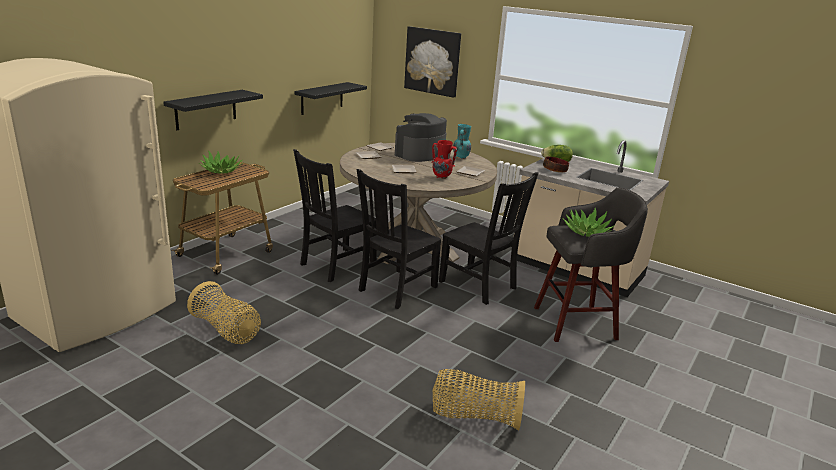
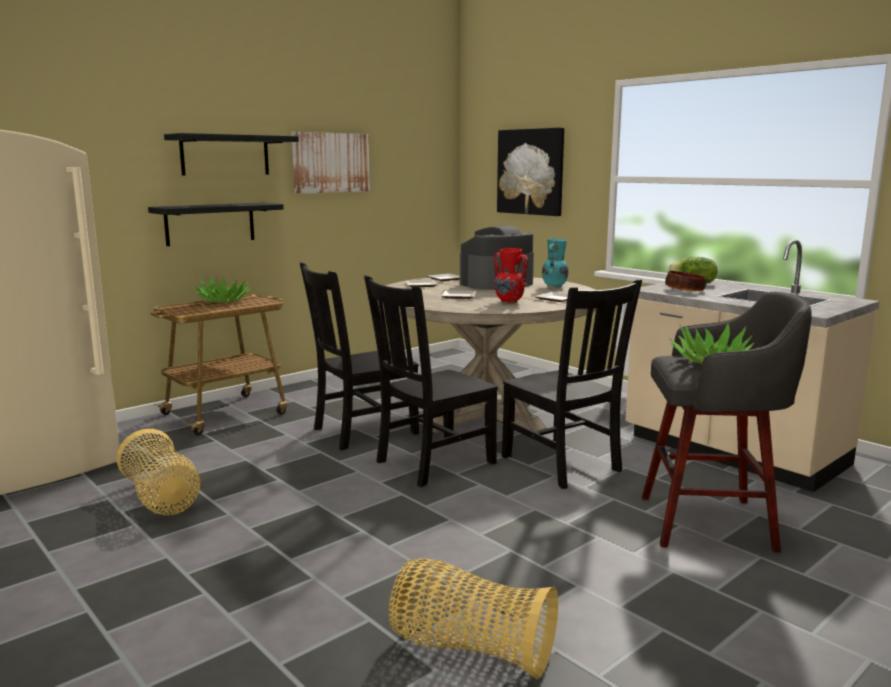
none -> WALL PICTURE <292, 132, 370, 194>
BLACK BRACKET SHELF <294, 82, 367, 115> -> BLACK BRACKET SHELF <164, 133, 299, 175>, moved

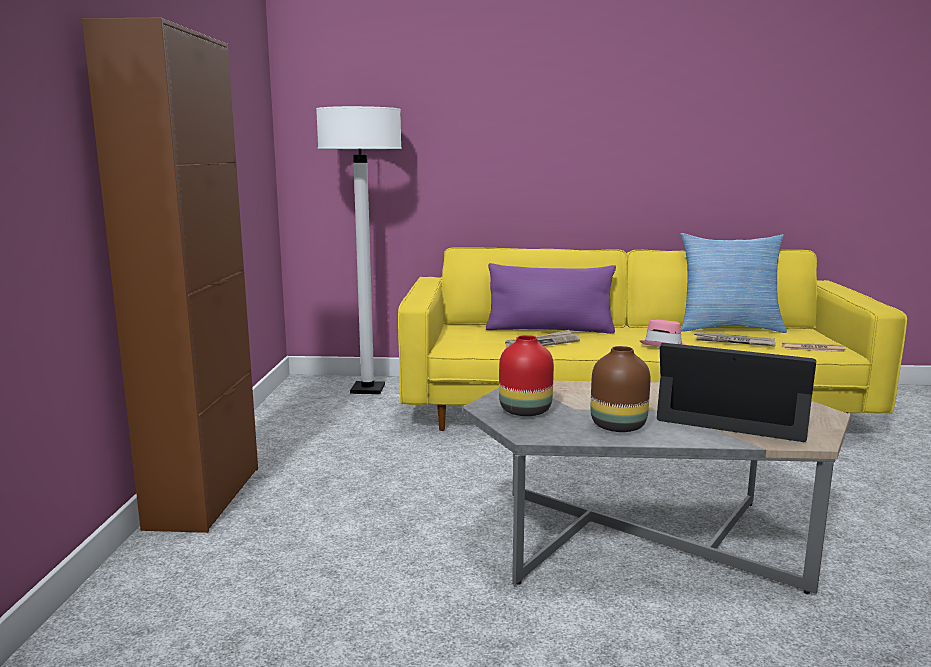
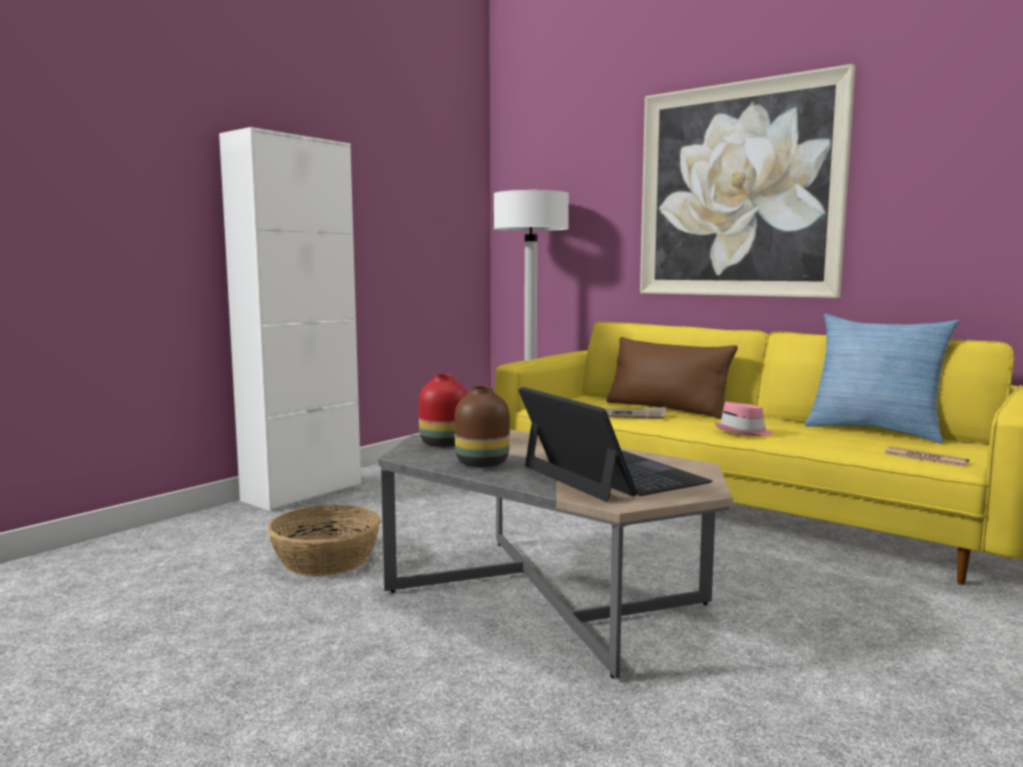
PRINTED PAPER <694, 332, 776, 346> -> none
none -> STORAGE BASKET <267, 505, 381, 576>
none -> WALL PICTURE <640, 64, 856, 298>
BROWNISH CABINET <82, 18, 258, 533> -> WHITE CABINET <219, 127, 361, 511>
PURPLE-COLOURED CUSHION <486, 263, 616, 334> -> BROWNISH CUSHION <606, 337, 738, 418>

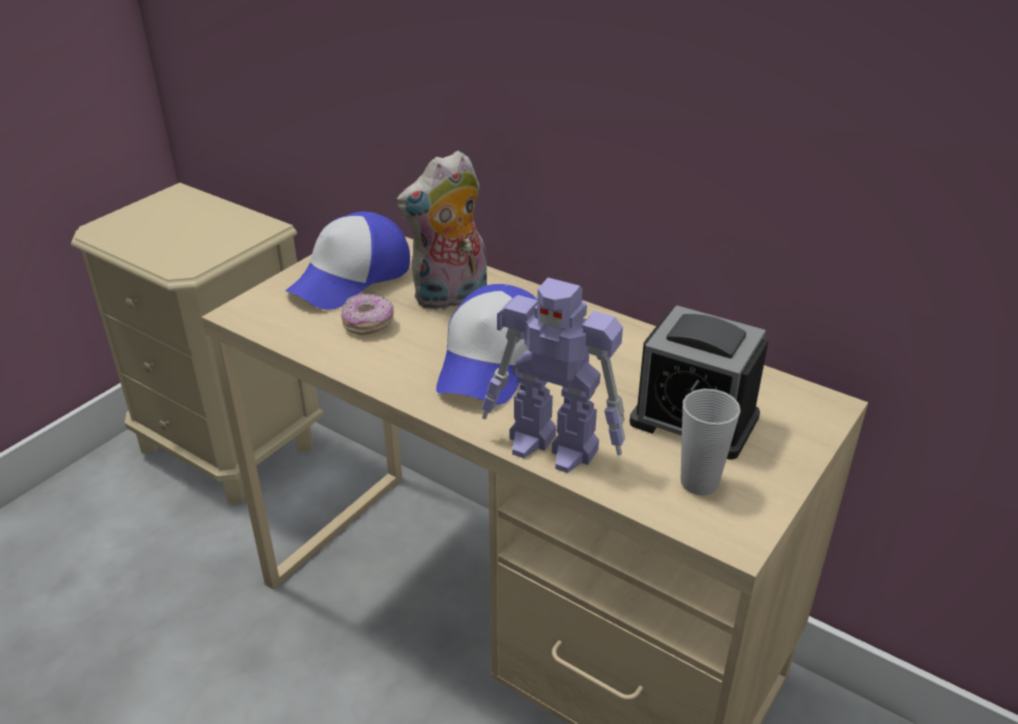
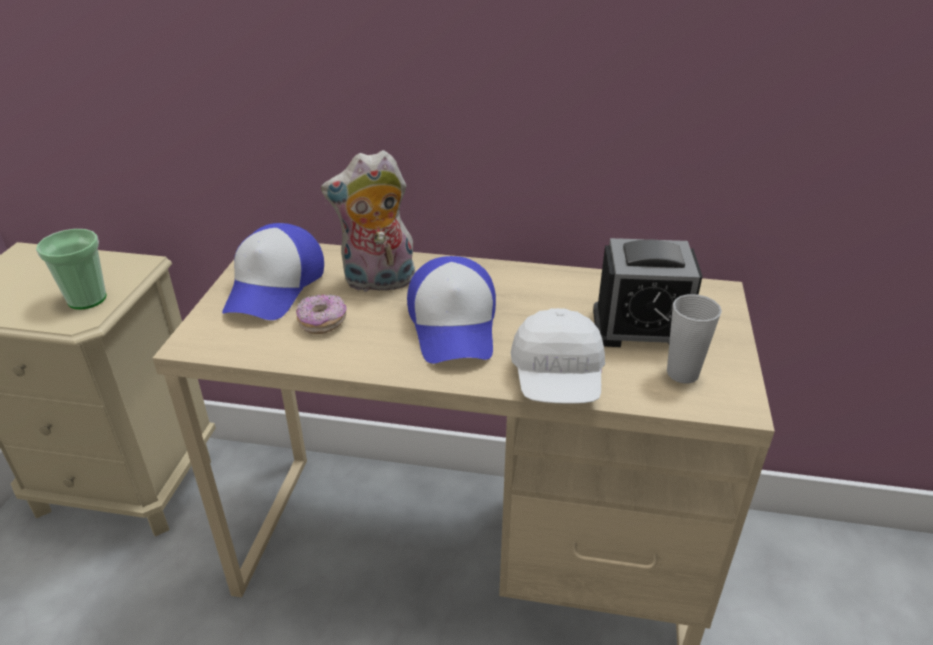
none -> CUP <36, 229, 106, 309>
ROBOT FIGURE <482, 278, 625, 473> -> WHITE PEAKED CAP <510, 308, 605, 404>
CUDDLY TOY <396, 151, 487, 310> -> CUDDLY TOY <321, 150, 416, 292>, 45 degrees clockwise

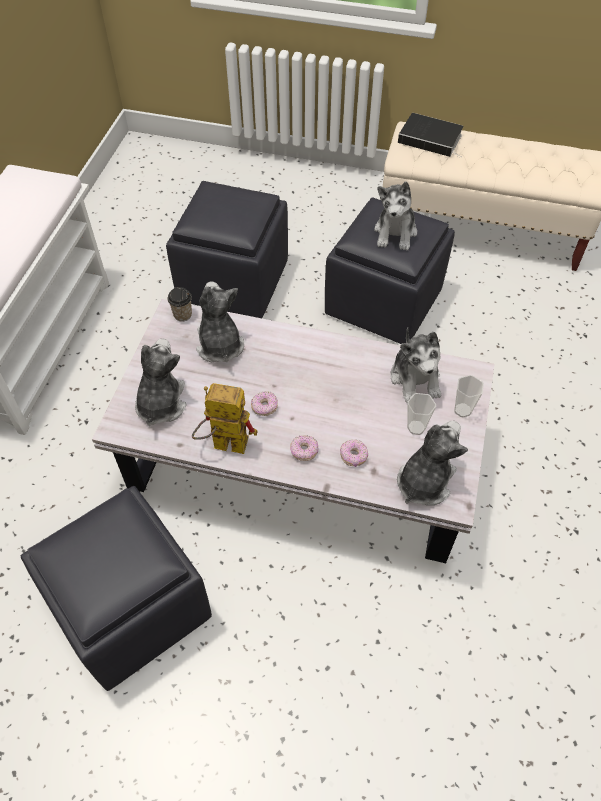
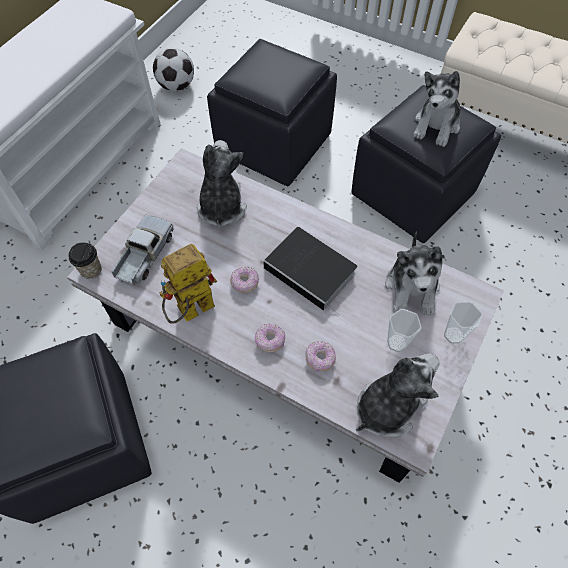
none -> FOOTBALL BALL <153, 48, 194, 91>
CUP <168, 287, 192, 322> -> CUP <69, 242, 102, 279>, moved
VOLUME <398, 113, 464, 158> -> VOLUME <263, 227, 357, 316>, moved
CUDDLY TOY <135, 338, 187, 426> -> MODEL TRUCK <111, 215, 173, 285>
ROBOT FIGURE <192, 383, 258, 454> -> ROBOT FIGURE <159, 244, 217, 324>, 60 degrees counterclockwise

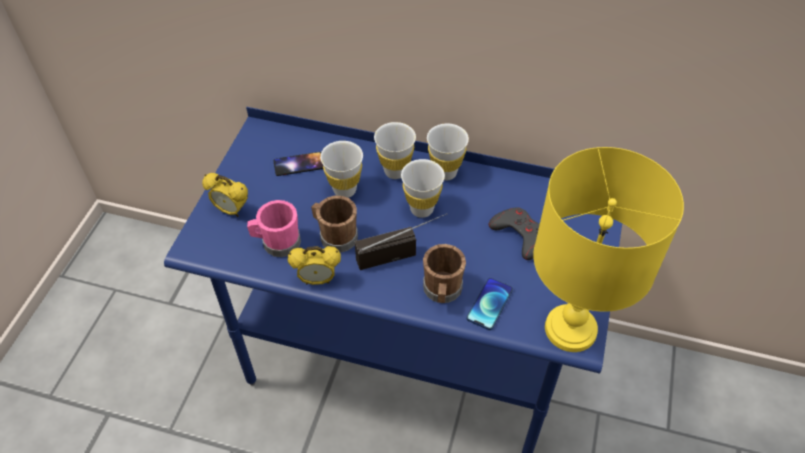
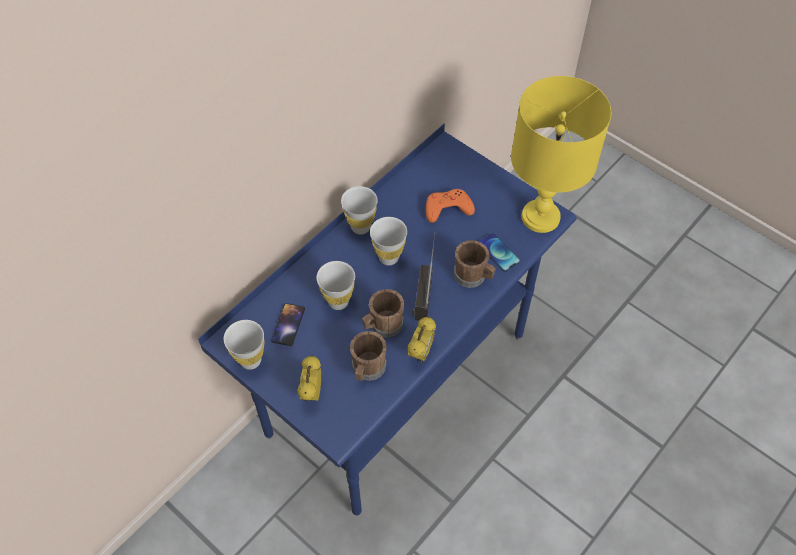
WHITE CUP <374, 122, 416, 179> -> WHITE CUP <224, 320, 264, 370>, moved
PINKISH COFFEE MUG <247, 200, 301, 257> -> BROWNISH COFFEE MUG <350, 331, 387, 382>
GRAY GAME CONTROLLER <488, 207, 540, 260> -> ORANGEY GAME CONTROLLER <426, 189, 475, 223>
ALARM CLOCK <202, 173, 248, 217> -> ALARM CLOCK <297, 355, 321, 402>, 135 degrees clockwise

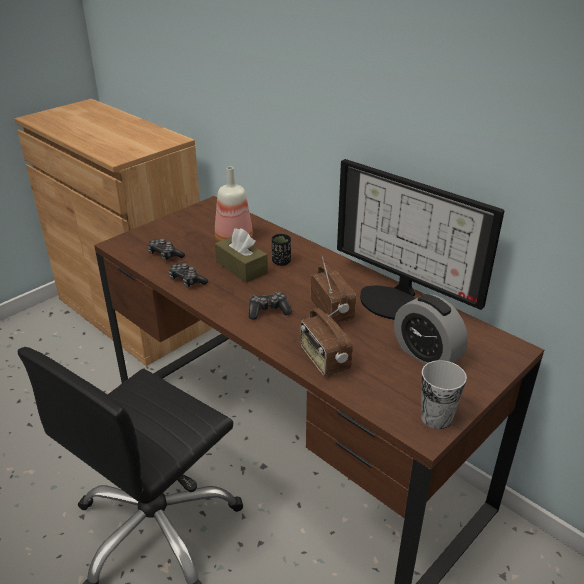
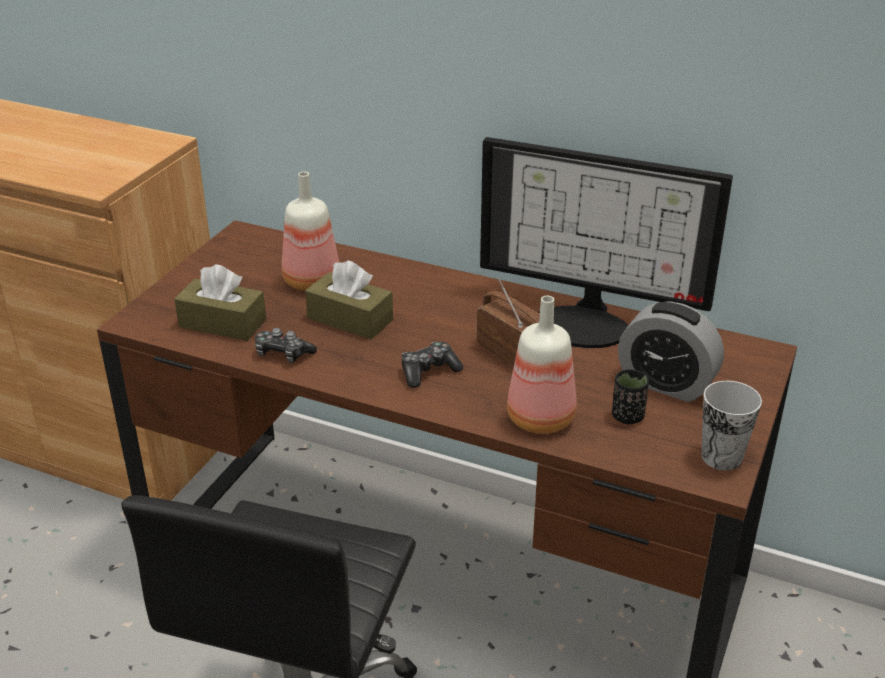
BLACK CUP <272, 234, 291, 266> -> BLACK CUP <612, 369, 649, 424>, moved
GAME CONTROLLER <147, 238, 185, 261> -> BROWNISH TISSUE HOLDER <174, 264, 266, 341>
RADIO SET <300, 307, 353, 376> -> BEVERAGE BOTTLE <507, 296, 577, 434>

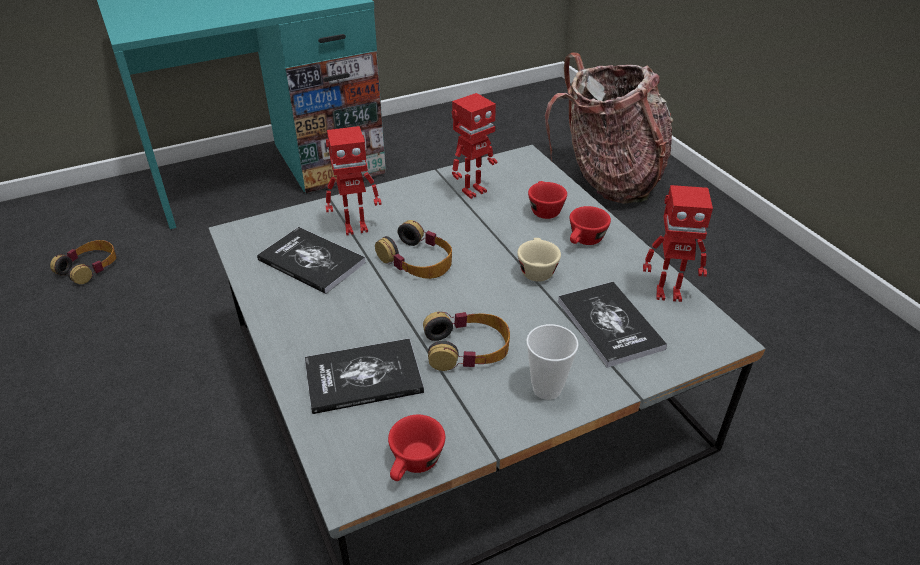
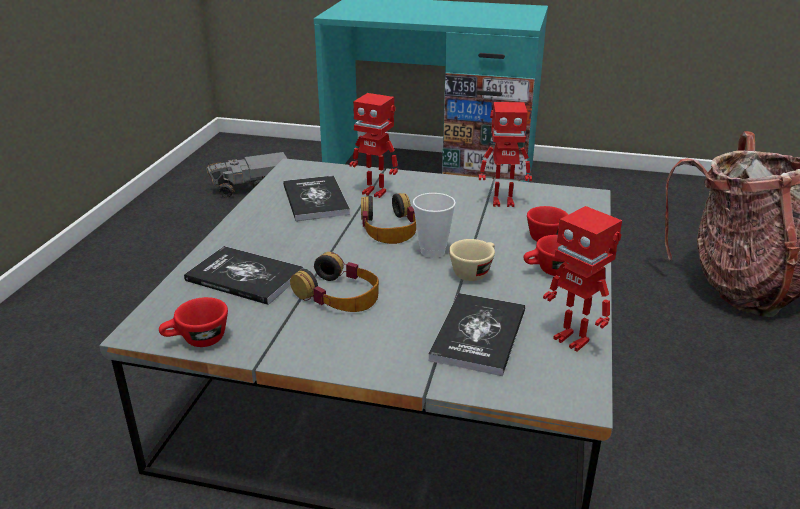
CUP <526, 324, 578, 400> -> CUP <413, 193, 456, 258>, moved
HEADPHONES <50, 240, 117, 284> -> MODEL TRUCK <206, 152, 287, 198>

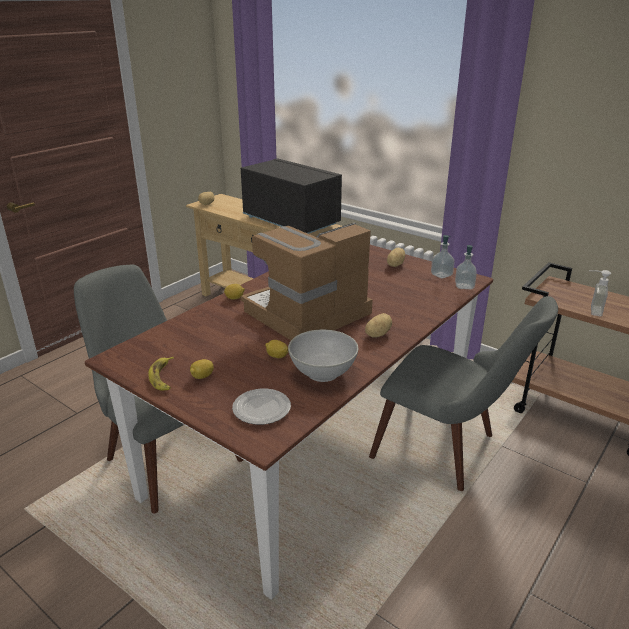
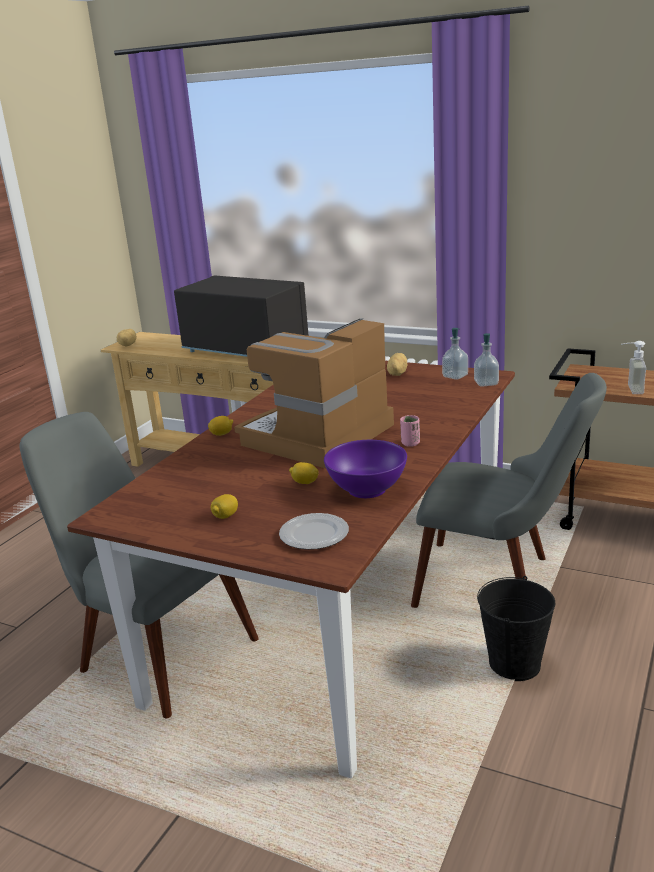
BANANA FRUIT <148, 357, 174, 390> -> none
none -> BLACK BUCKET <477, 576, 555, 681>
WHOLE POTATO <365, 313, 392, 338> -> PINKISH CUP <400, 415, 420, 447>
WHITE DEEP DISH <288, 329, 358, 382> -> PURPLE-COLOURED DEEP DISH <324, 440, 407, 498>

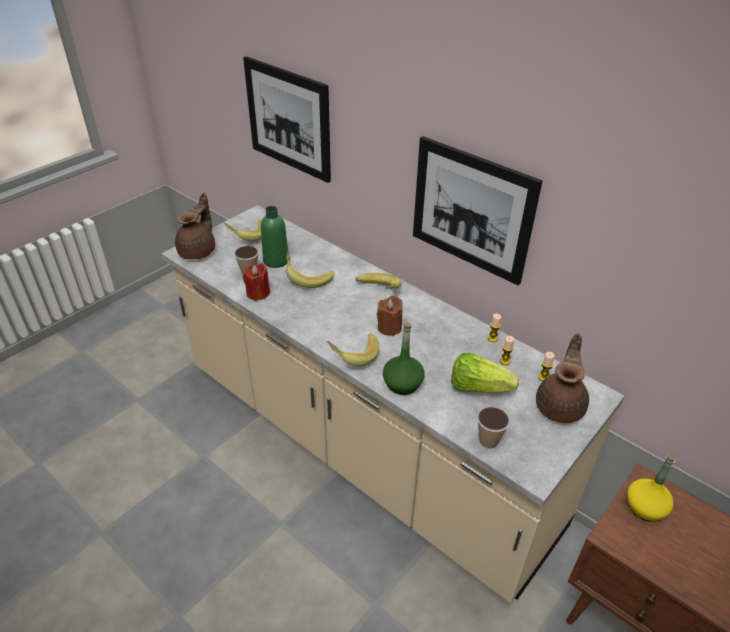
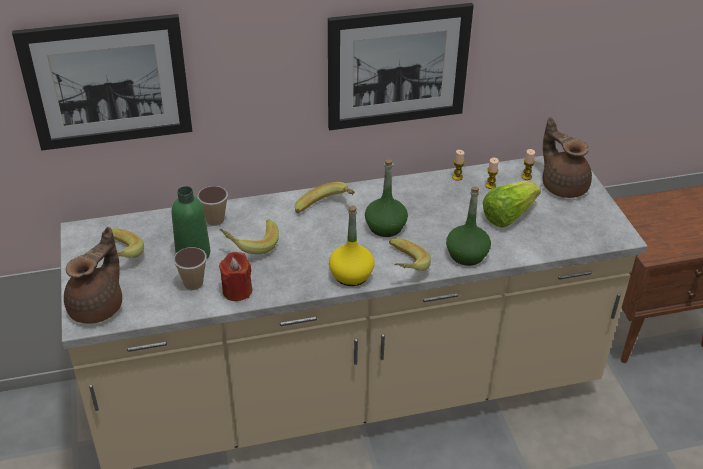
CUP <477, 407, 510, 449> -> CUP <197, 186, 228, 226>, moved
YELLOW BEVERAGE BOTTLE <627, 454, 676, 521> -> YELLOW BEVERAGE BOTTLE <329, 205, 375, 286>, moved
BROWNISH CANDLE <377, 296, 403, 336> -> GREEN-COLOURED BEVERAGE BOTTLE <365, 159, 408, 237>
BROWNISH TEAPOT <175, 193, 215, 259> -> BROWNISH TEAPOT <64, 227, 122, 324>, 60 degrees clockwise

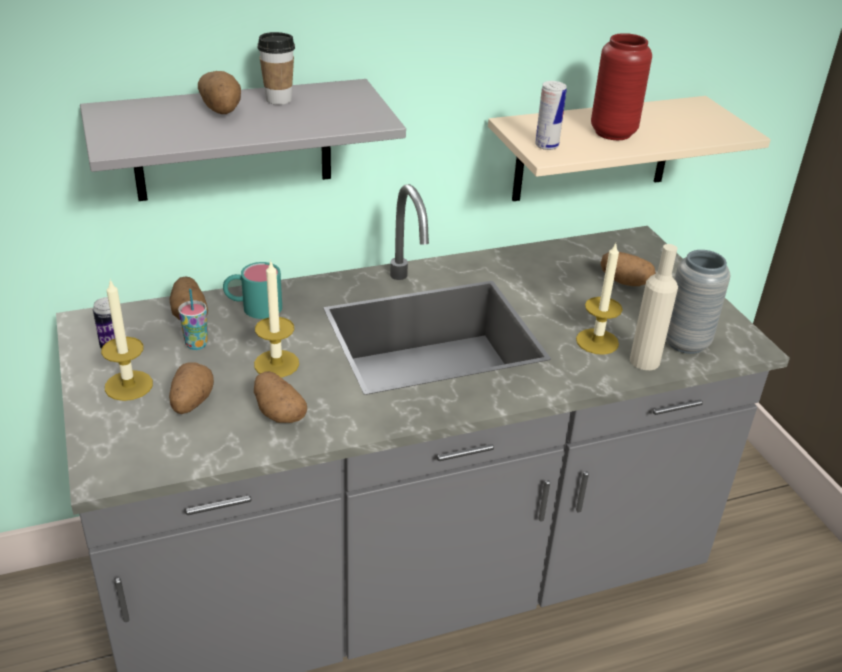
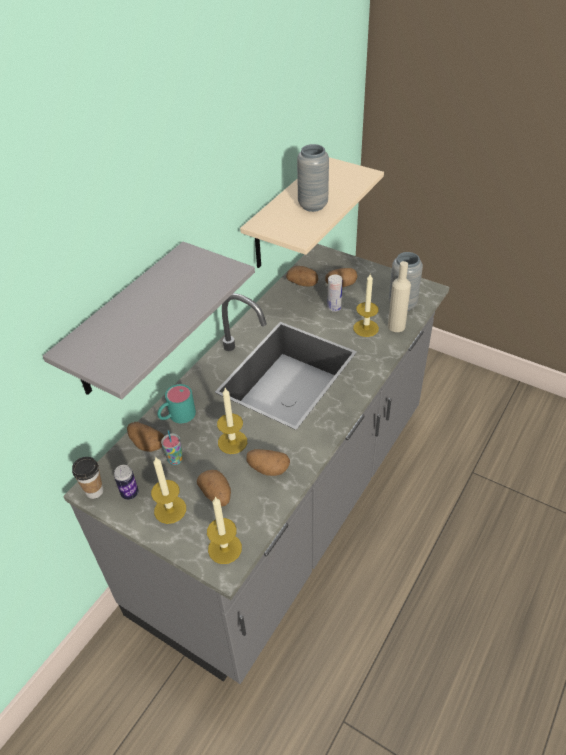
none -> CANDLE <207, 496, 242, 564>
WHOLE POTATO <198, 71, 241, 114> -> WHOLE POTATO <286, 266, 318, 287>, moved
CUP <257, 32, 295, 105> -> CUP <72, 457, 103, 499>, moved
METAL CAN <535, 81, 567, 150> -> METAL CAN <327, 275, 342, 312>, moved
REDDISH DECORATIVE VASE <591, 33, 652, 140> -> GRAY DECORATIVE VASE <297, 144, 329, 212>

